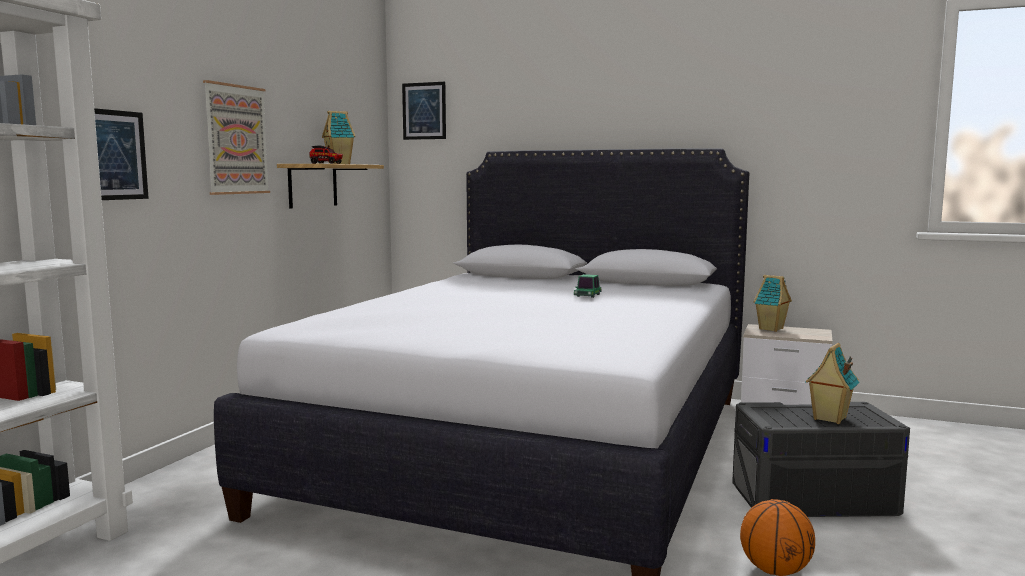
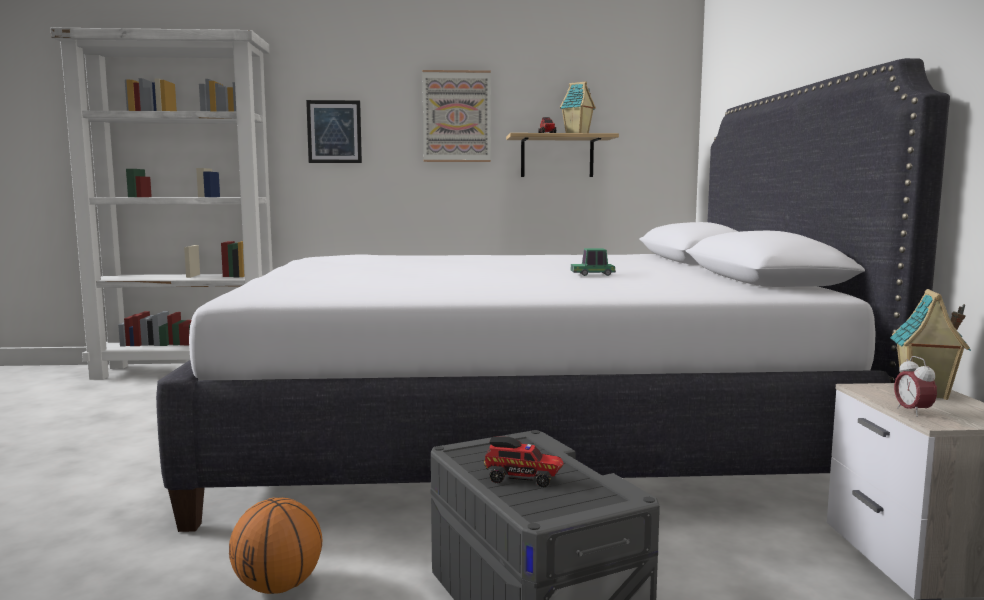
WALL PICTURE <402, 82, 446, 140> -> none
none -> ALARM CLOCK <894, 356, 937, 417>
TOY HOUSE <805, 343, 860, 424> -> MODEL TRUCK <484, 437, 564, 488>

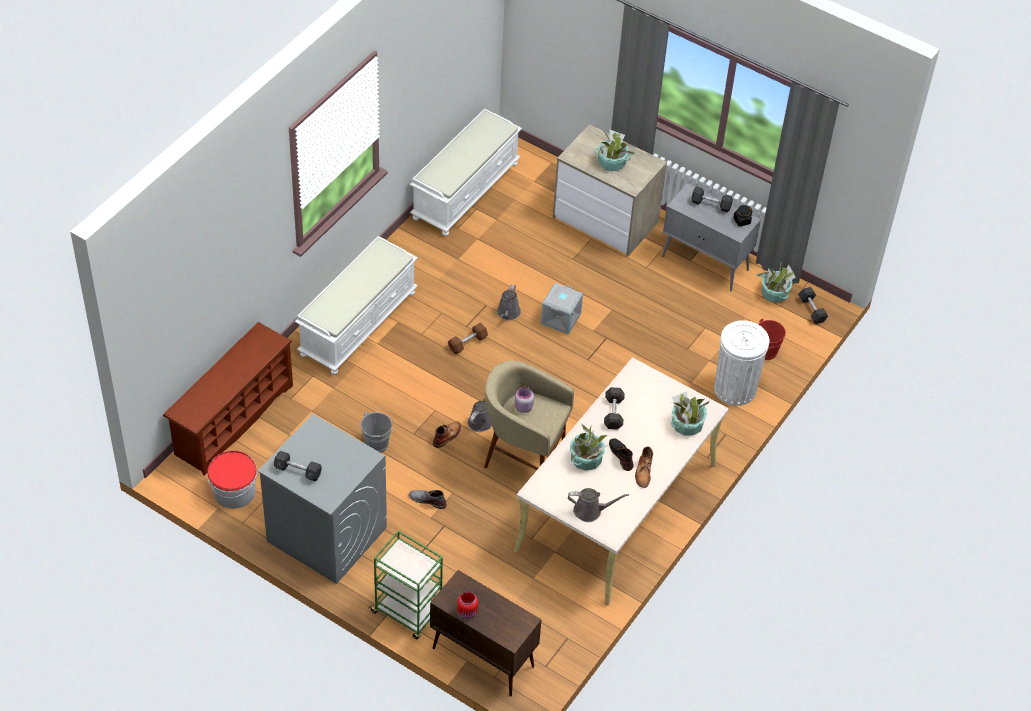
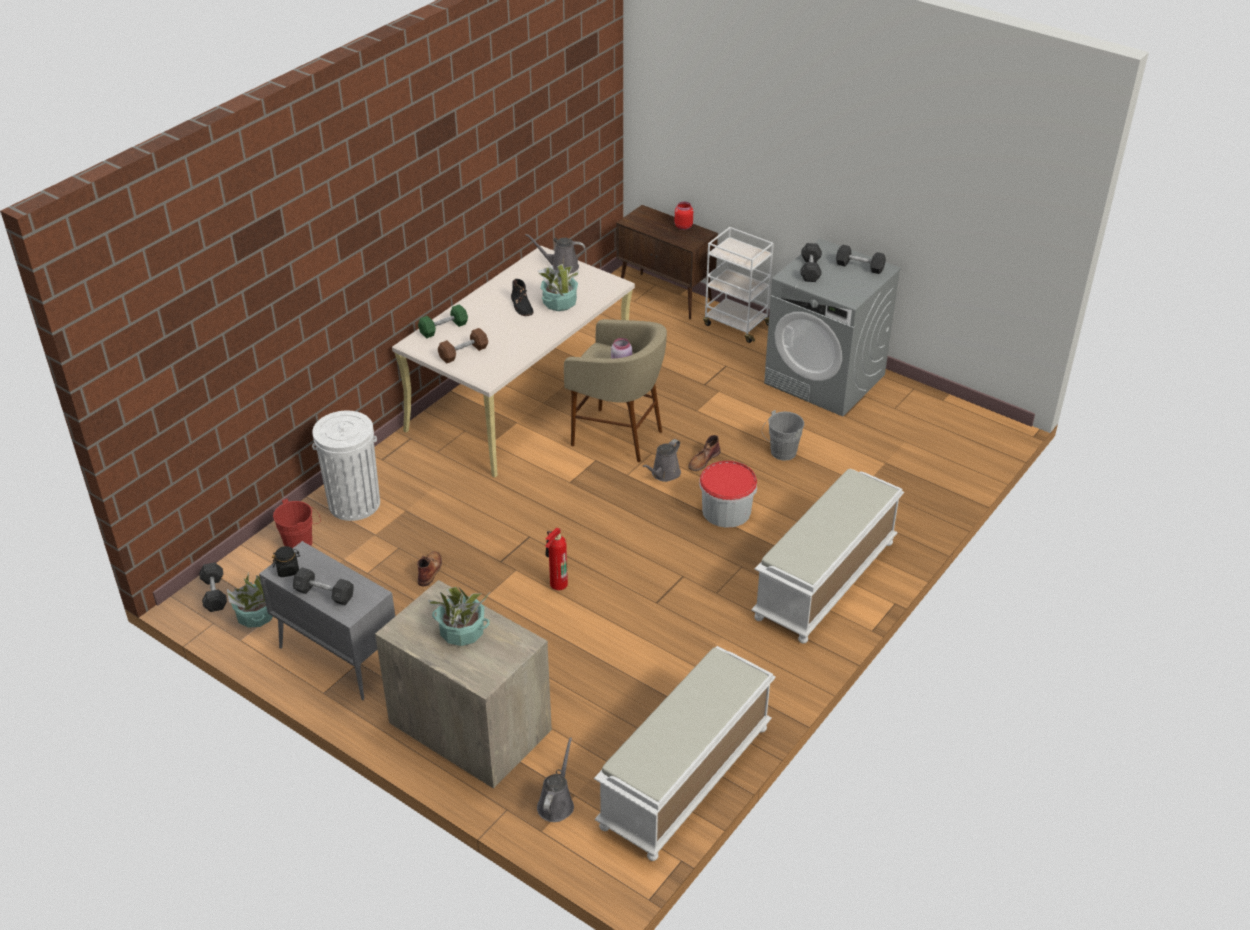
BROWNISH SHOE STAND <163, 322, 293, 476> -> none
GRAY BOOT <409, 490, 447, 509> -> none
BUCKET <208, 451, 257, 509> -> BUCKET <699, 461, 757, 528>, moved
BROWNISH DUMBBELL <448, 323, 488, 354> -> BROWNISH DUMBBELL <438, 328, 488, 363>, moved
GRAY WATERING POT <497, 284, 521, 321> -> GRAY WATERING POT <537, 737, 574, 822>, moved
GRAY DUMBBELL <604, 387, 625, 430> -> GRAY DUMBBELL <800, 243, 822, 282>, moved
BROWNISH BOOT <635, 446, 653, 488> -> BROWNISH BOOT <417, 551, 442, 586>, moved
GRAY STORAGE BIN <541, 283, 583, 334> -> EXTINGUISHER <545, 528, 568, 590>
HOUSEPLANT <671, 392, 710, 436> -> GREEN-COLOURED DUMBBELL <418, 304, 468, 338>
GREEN-COLOURED WHEELED CART <369, 531, 443, 639> -> WHITE WHEELED CART <703, 227, 774, 343>

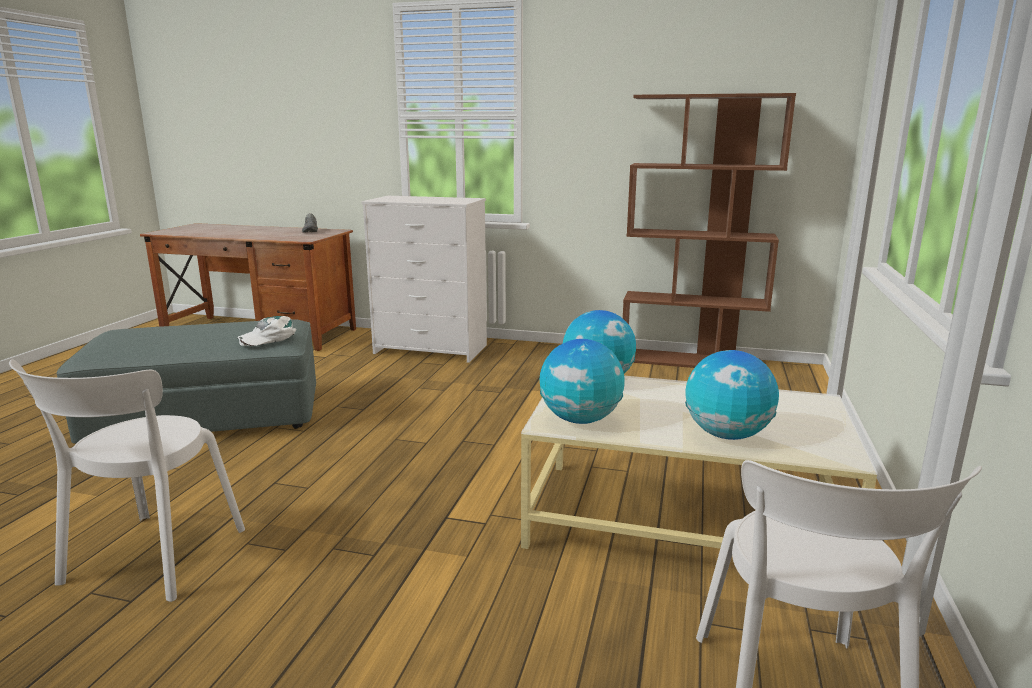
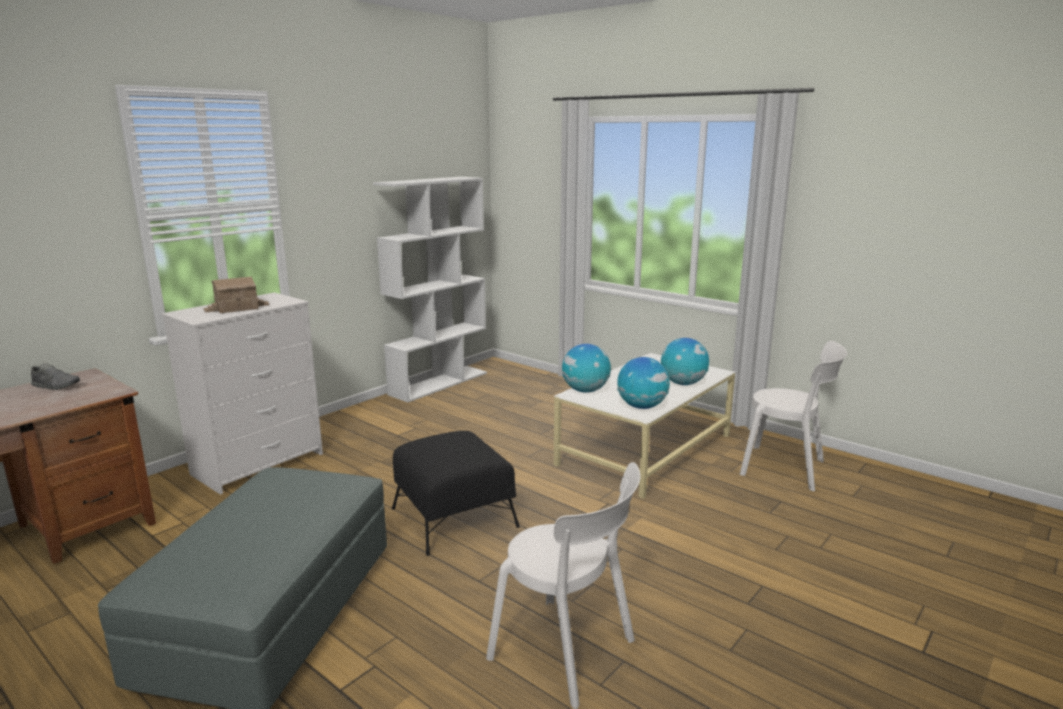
WHITE PEAKED CAP <237, 316, 296, 346> -> none
none -> TOY HOUSE <204, 277, 269, 313>
none -> BLACK FOOTREST <392, 431, 520, 556>
BROWNISH BOOKCASE <623, 93, 796, 368> -> WHITE BOOKCASE <373, 177, 487, 403>

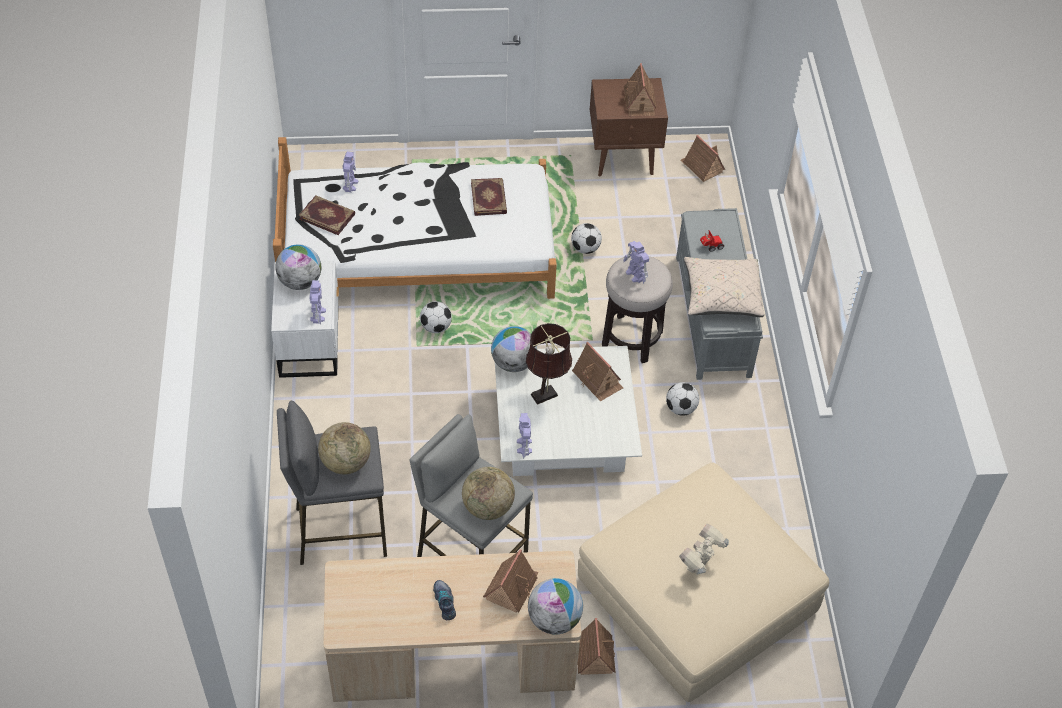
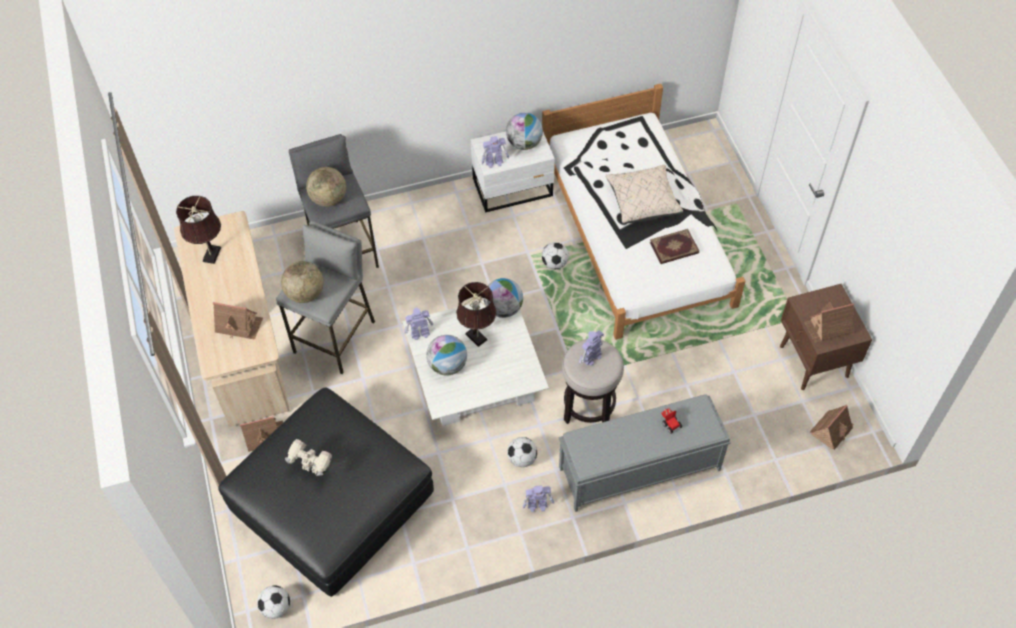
VOLUME <299, 195, 355, 235> -> none
SHOE <433, 580, 456, 620> -> none
TOY HOUSE <572, 342, 623, 401> -> none
none -> BROWNISH LAMP FOR A TABLE <176, 196, 221, 264>
ROBOT FIGURE <343, 151, 358, 193> -> ROBOT FIGURE <523, 485, 554, 512>, moved
WORLD GLOBE <528, 578, 583, 635> -> WORLD GLOBE <426, 335, 467, 375>, moved
FOOTBALL BALL <571, 223, 602, 254> -> FOOTBALL BALL <257, 586, 290, 619>, moved
SAND-COLOURED CUSHION <684, 257, 764, 317> -> SAND-COLOURED CUSHION <606, 165, 683, 224>, moved
SAND-COLOURED FOOTREST <578, 463, 829, 702> -> BLACK FOOTREST <218, 387, 434, 597>

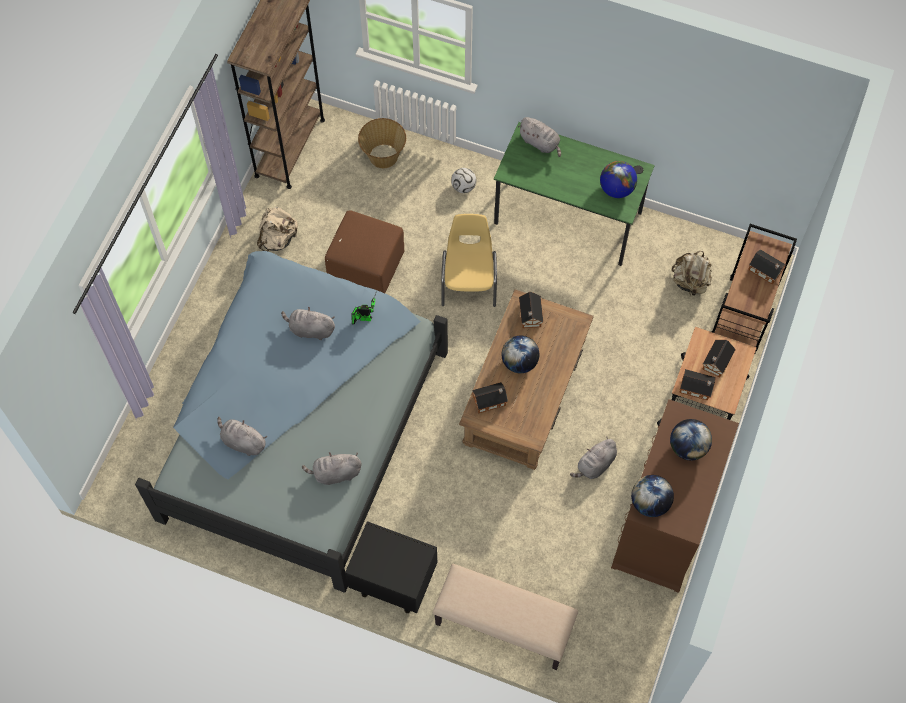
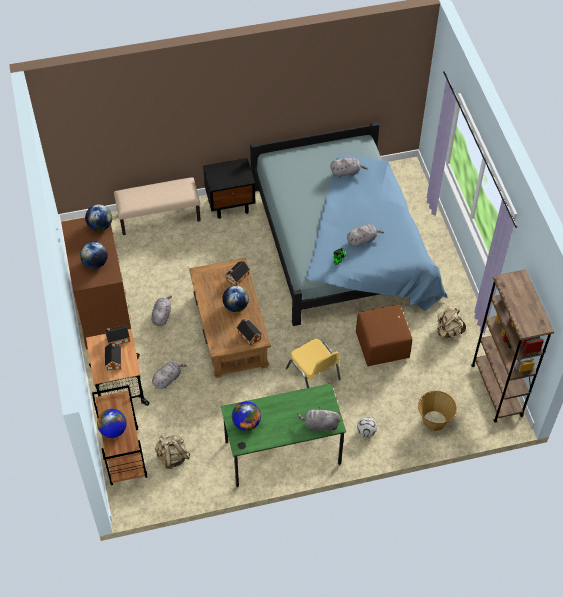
GRAY CUDDLY TOY <302, 452, 361, 485> -> GRAY CUDDLY TOY <152, 362, 187, 389>, moved
TOY HOUSE <748, 249, 786, 284> -> WORLD GLOBE <97, 409, 127, 438>

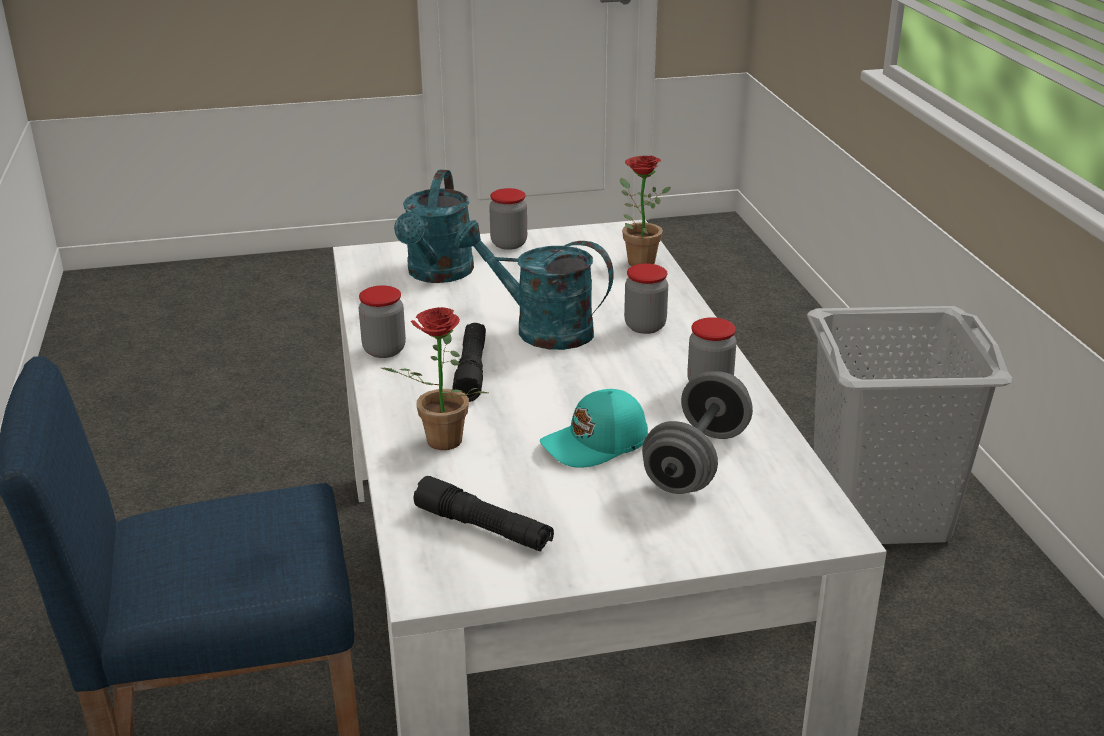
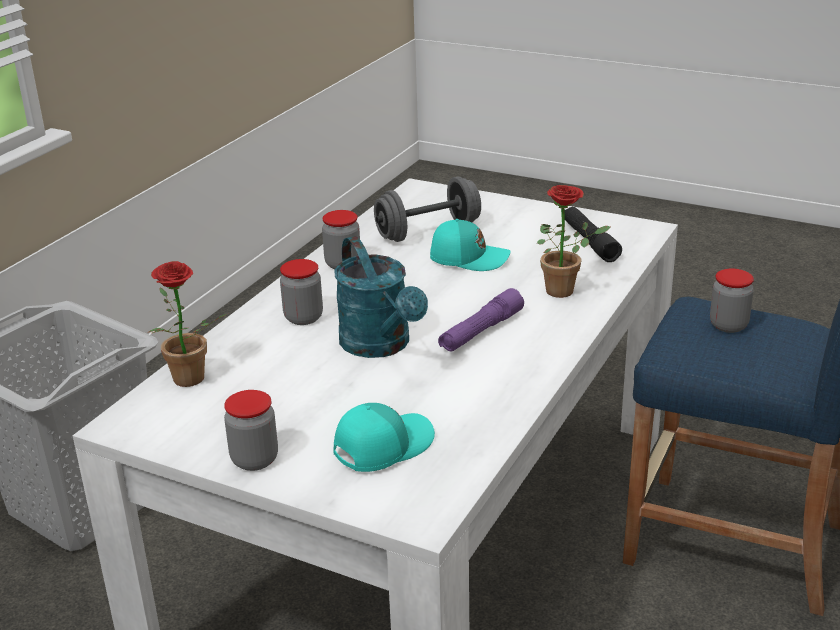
JAR <359, 285, 406, 358> -> JAR <710, 269, 754, 333>, moved
TURQUOISE-COLOURED WATERING POT <394, 169, 474, 283> -> TURQUOISE-COLOURED PEAKED CAP <333, 403, 435, 472>
BLACK HAND TORCH <452, 323, 486, 402> -> PURPLE-COLOURED HAND TORCH <438, 288, 524, 351>

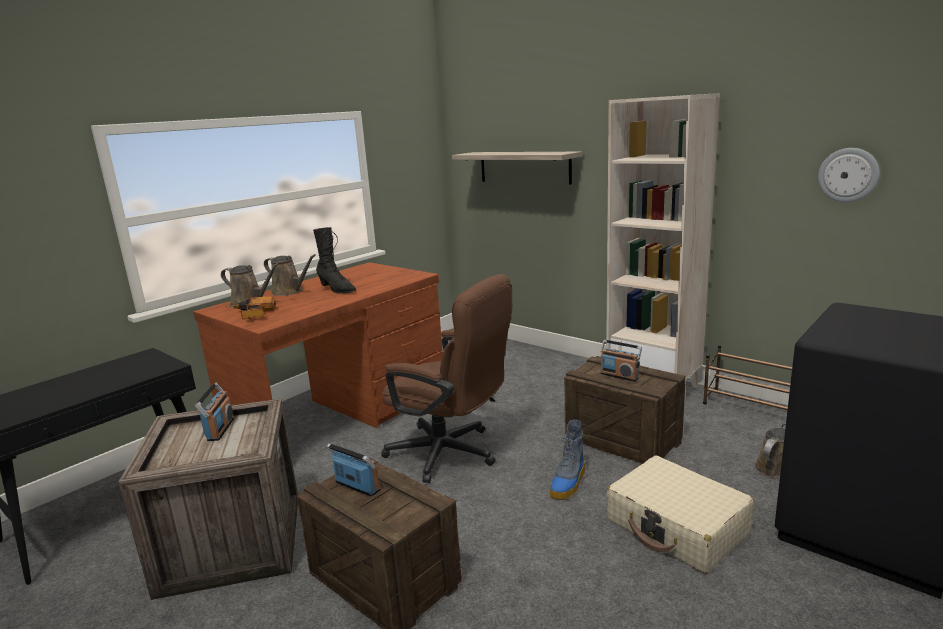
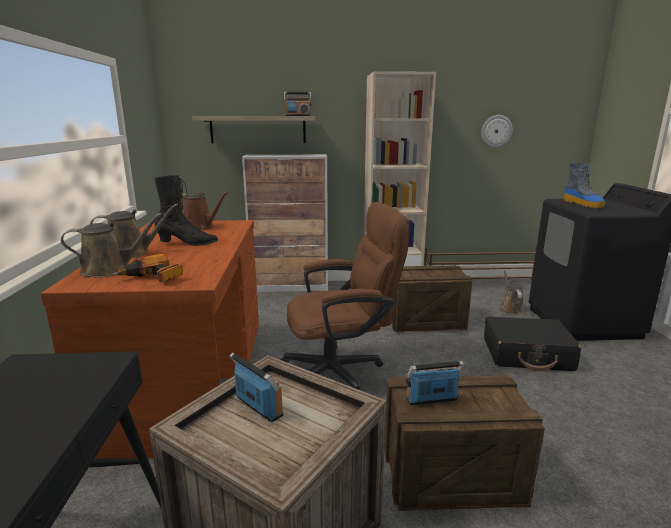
none -> BROWNISH WATERING POT <180, 192, 229, 231>
none -> CABINET <242, 154, 328, 292>
BOOT <550, 420, 585, 500> -> BOOT <564, 163, 605, 208>, moved
RADIO SET <600, 340, 642, 382> -> RADIO SET <284, 92, 312, 116>, moved
SAND-COLOURED TRAVEL CASE <607, 456, 755, 574> -> BLACK TRAVEL CASE <484, 316, 581, 371>

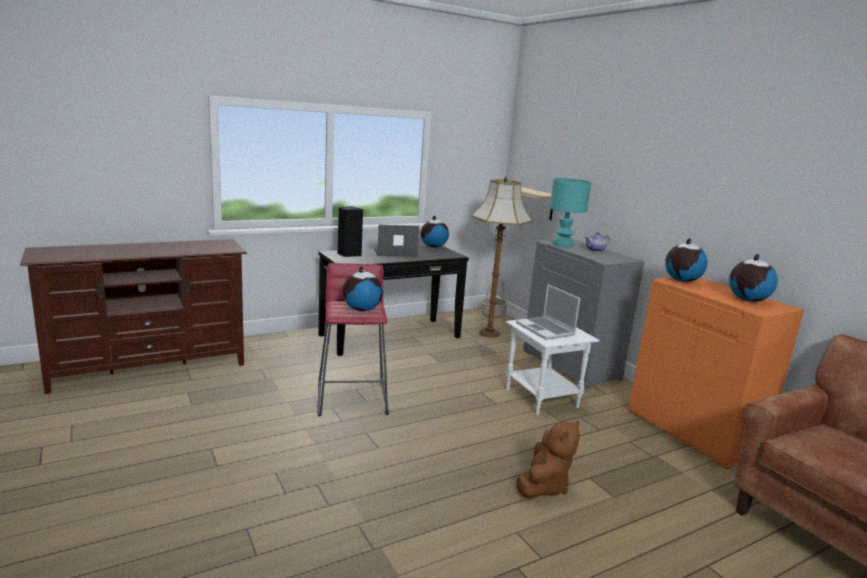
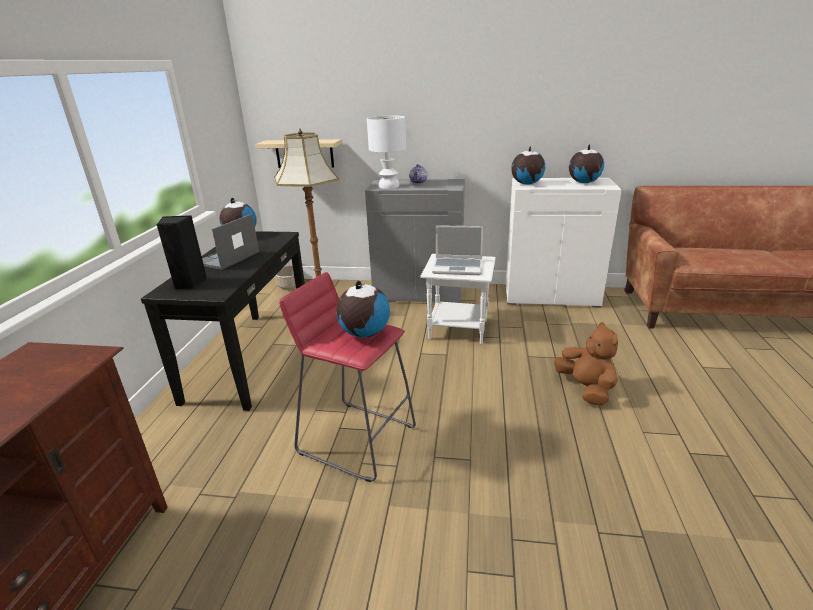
TURQUOISE-COLOURED LAMP FOR A TABLE <550, 178, 591, 247> -> WHITE LAMP FOR A TABLE <367, 116, 406, 189>
ORANGEY CABINET <628, 277, 804, 470> -> WHITE CABINET <505, 178, 622, 308>

